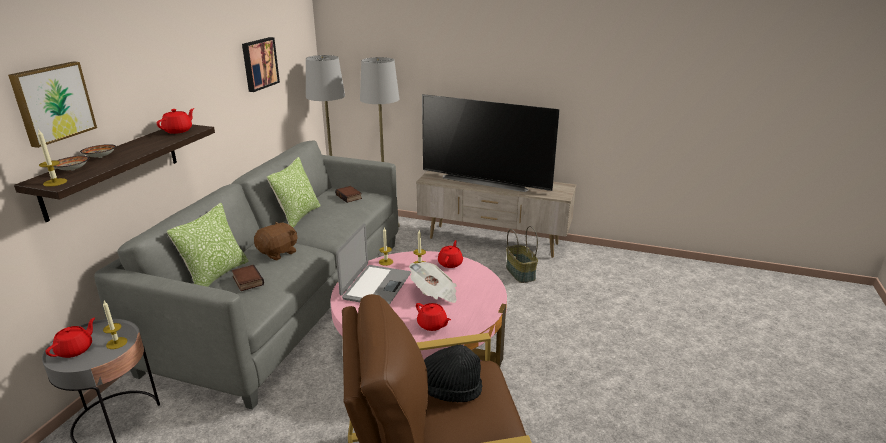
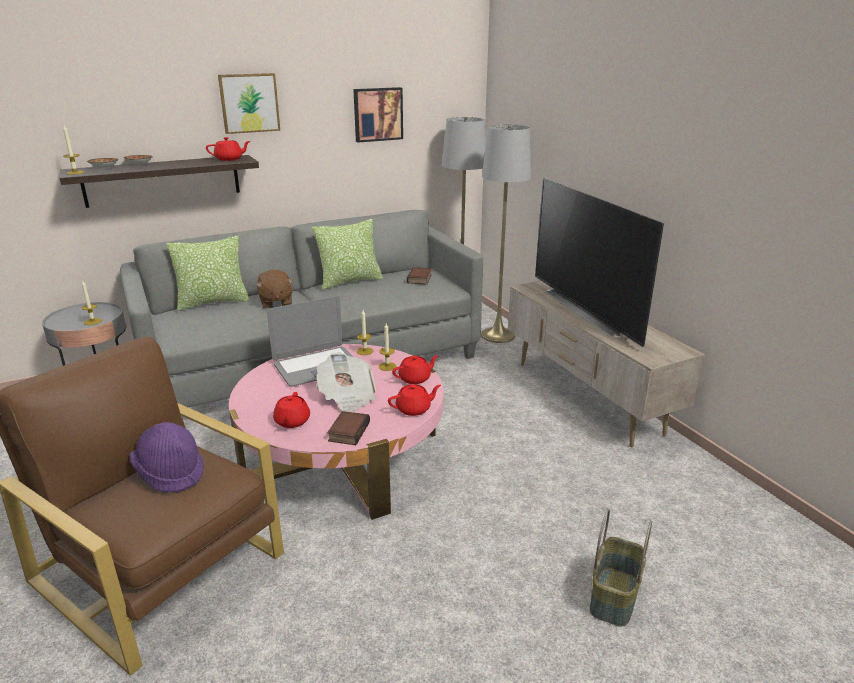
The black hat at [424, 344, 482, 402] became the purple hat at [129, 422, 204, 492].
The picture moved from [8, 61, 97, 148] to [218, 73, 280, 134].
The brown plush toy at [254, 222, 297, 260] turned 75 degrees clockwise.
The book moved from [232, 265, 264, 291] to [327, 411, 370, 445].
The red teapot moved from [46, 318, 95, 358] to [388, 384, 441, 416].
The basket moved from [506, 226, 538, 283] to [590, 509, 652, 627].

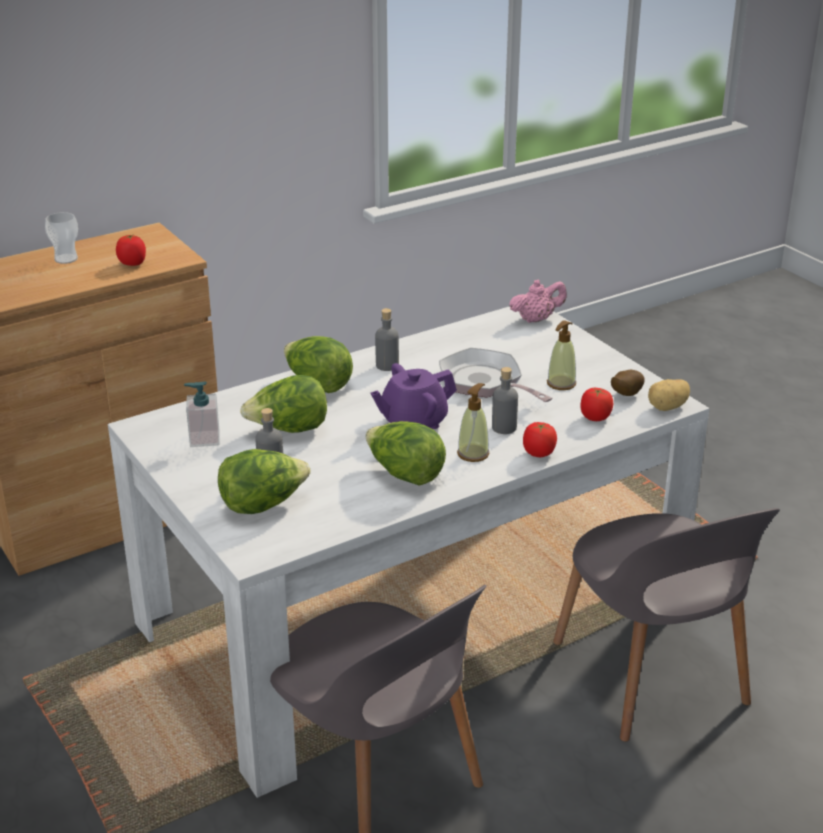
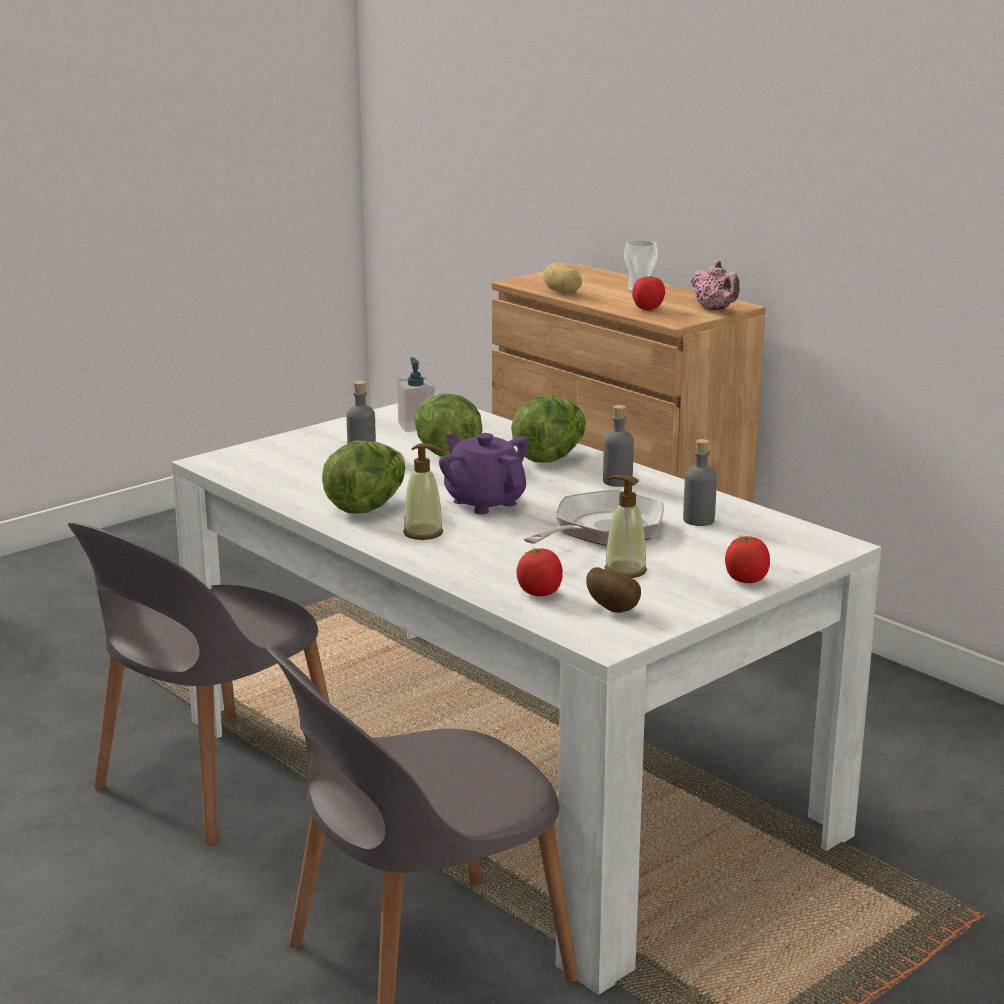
The potato moved from [648, 379, 690, 411] to [543, 262, 582, 293].
The grey bottle moved from [492, 367, 518, 434] to [683, 439, 717, 526].
The pink teapot moved from [509, 280, 567, 323] to [691, 260, 740, 310].
The tomato moved from [523, 422, 557, 457] to [725, 536, 770, 583].
The lettuce at [218, 449, 311, 514] disappeared.

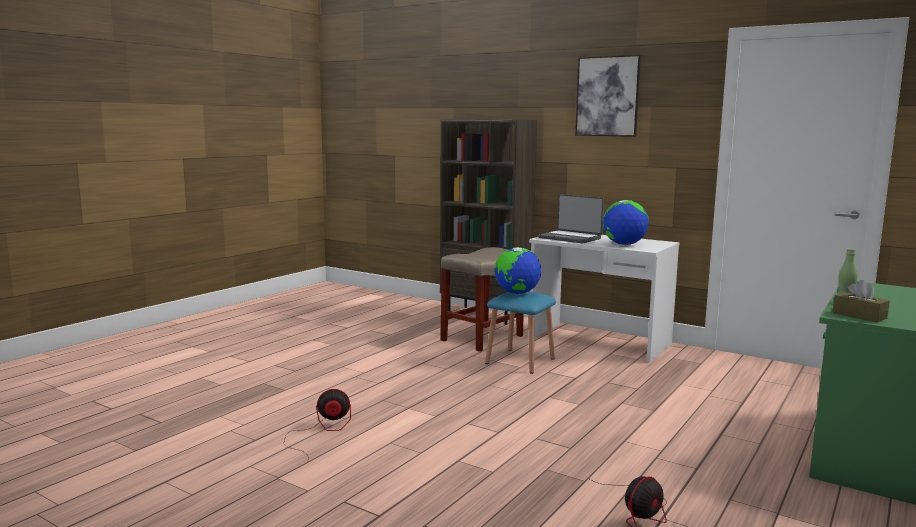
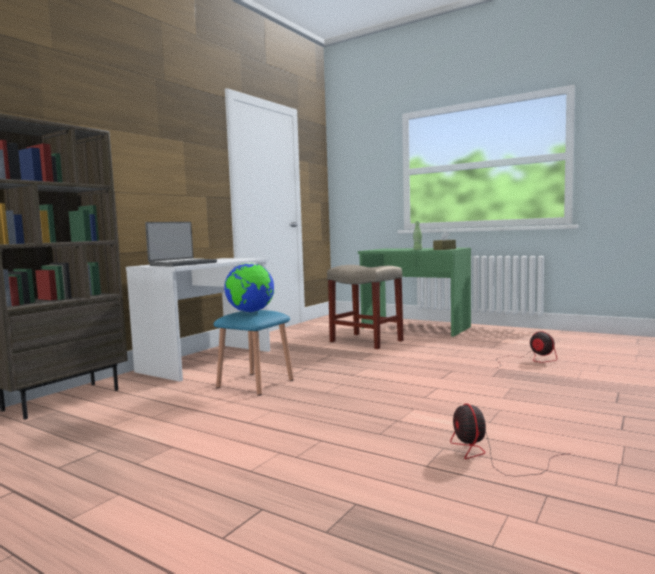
The beige stool moved from [440, 247, 523, 352] to [327, 265, 403, 349].
The picture at [575, 55, 641, 137] disappeared.
The globe at [603, 200, 649, 245] disappeared.

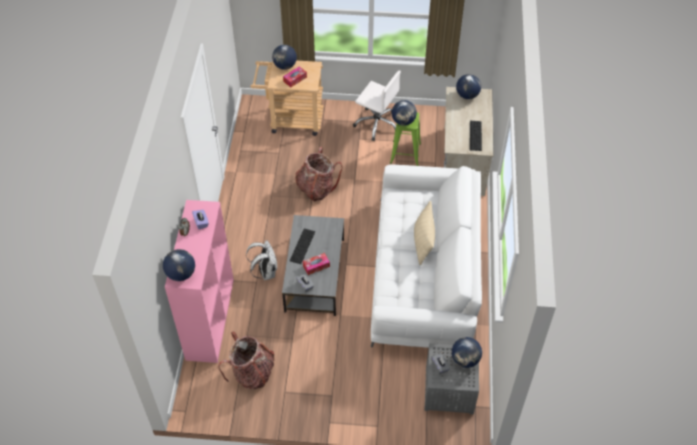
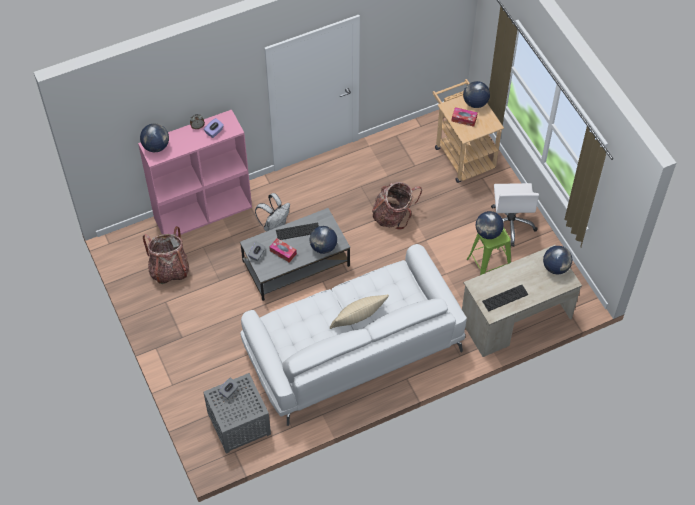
The globe moved from [452, 337, 482, 368] to [310, 226, 337, 254].

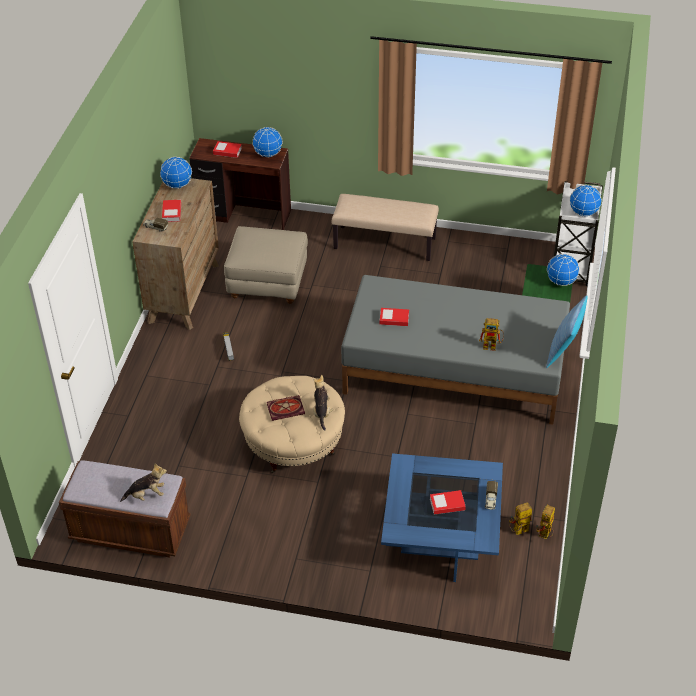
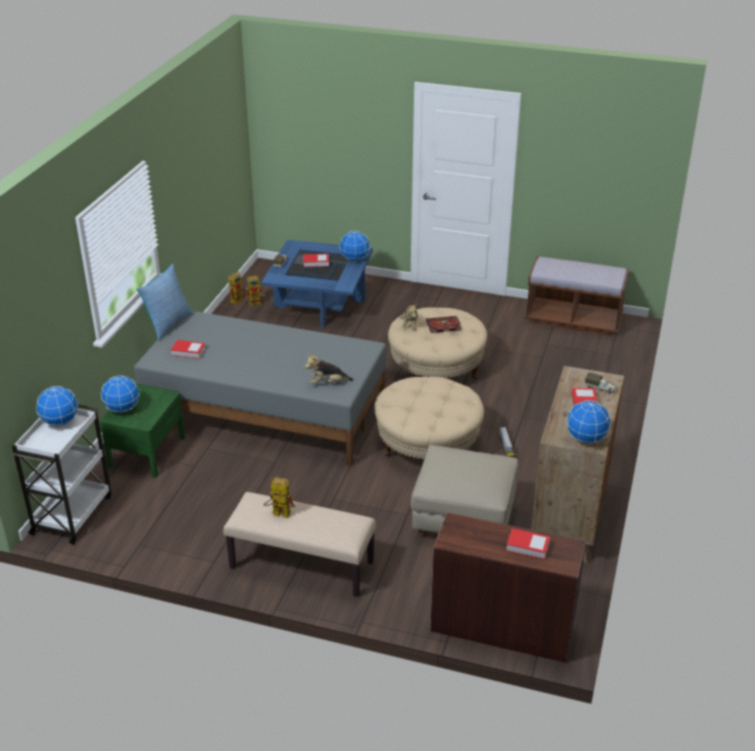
The book moved from [380, 308, 409, 326] to [171, 340, 206, 359].
The toy robot moved from [479, 318, 504, 351] to [263, 477, 295, 518].
The plush toy moved from [120, 463, 167, 502] to [305, 354, 353, 384].
The globe moved from [252, 127, 283, 157] to [340, 231, 370, 261].
The beige ottoman at [374, 377, 484, 459] appeared.

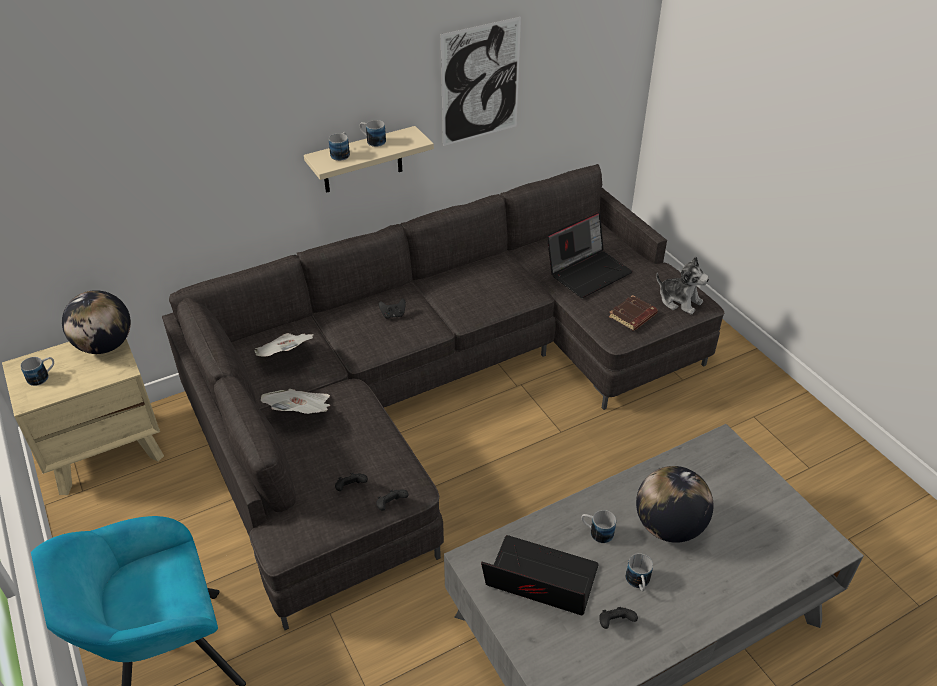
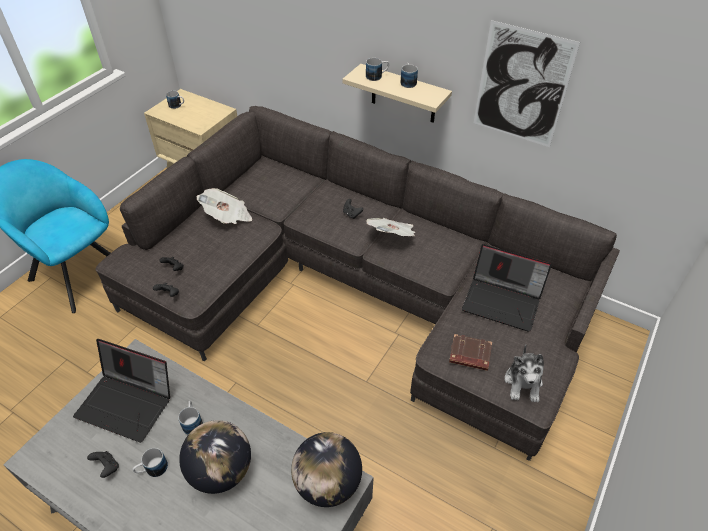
The laptop at [481, 535, 599, 616] turned 120 degrees clockwise.
The globe moved from [62, 290, 131, 354] to [291, 432, 362, 507].
The newspaper moved from [254, 333, 313, 357] to [366, 218, 416, 236].

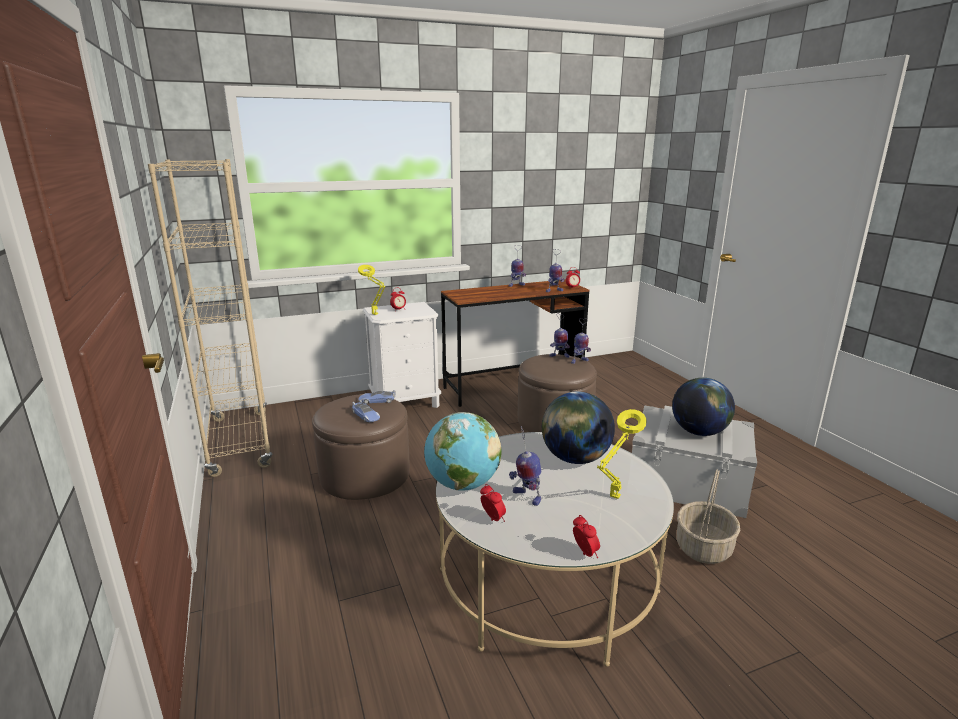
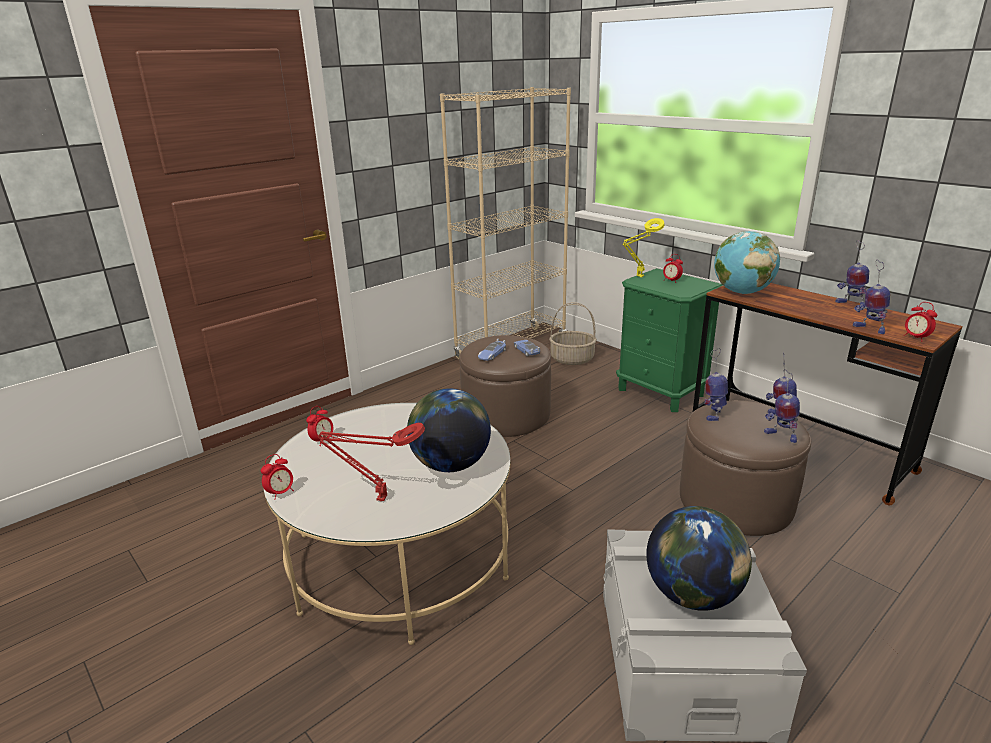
The yellow table lamp at [597, 409, 646, 499] became the red table lamp at [318, 423, 425, 501].
The basket moved from [677, 469, 740, 564] to [549, 302, 597, 365].
The white nightstand at [363, 302, 441, 408] became the green nightstand at [616, 268, 723, 412].
The toy robot moved from [509, 426, 541, 506] to [704, 348, 728, 421].
The globe moved from [424, 412, 502, 490] to [714, 231, 780, 294].

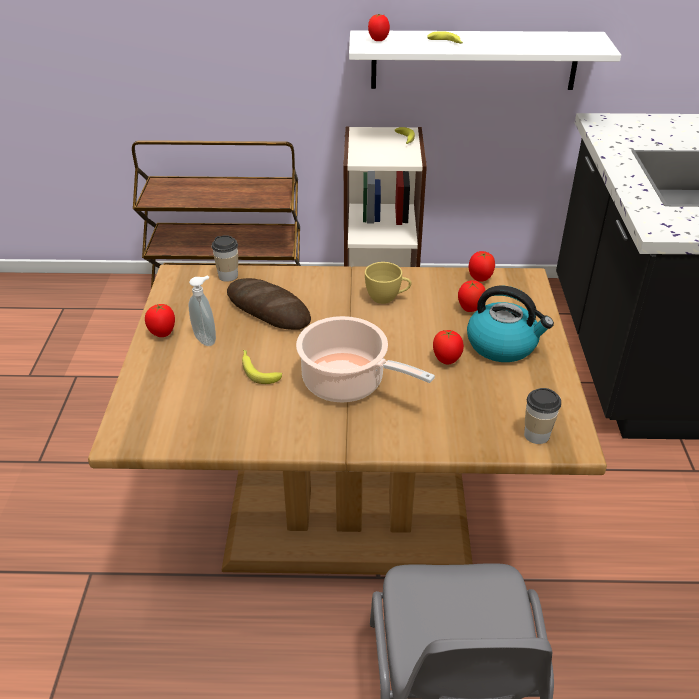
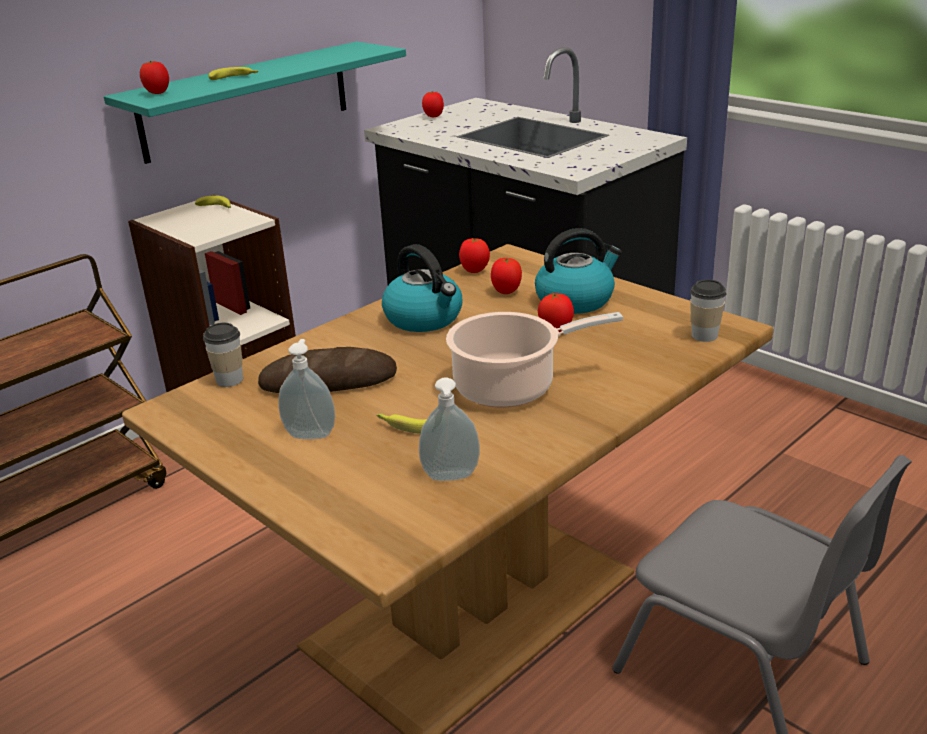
The white shelf at [349, 30, 621, 90] became the turquoise shelf at [104, 41, 406, 164].
The yellow cup at [365, 262, 412, 304] was replaced by the kettle at [382, 244, 462, 332].
The soap dispenser at [419, 377, 480, 481] appeared.
The tomato moved from [145, 304, 175, 337] to [422, 91, 444, 117].

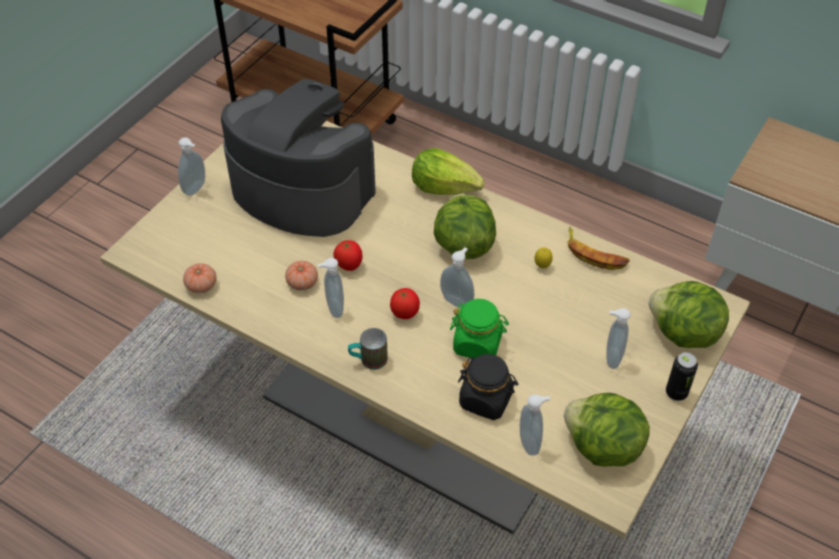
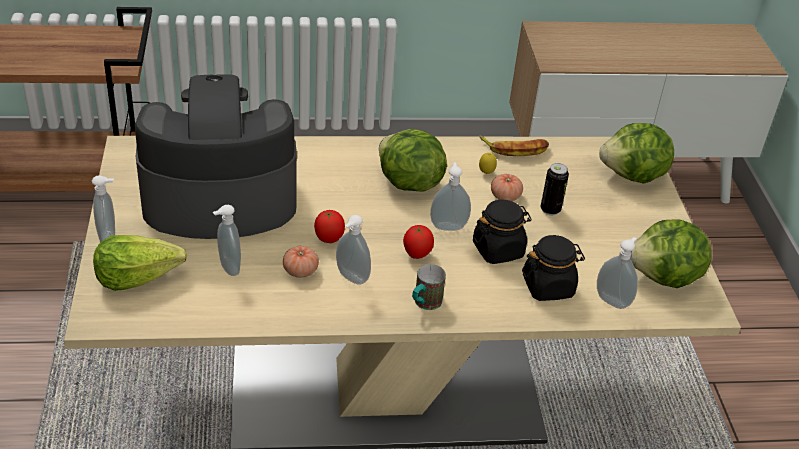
The lettuce moved from [412, 148, 485, 195] to [93, 235, 187, 291].
The soap dispenser moved from [606, 308, 631, 369] to [213, 205, 241, 276].
The green jar at [450, 299, 509, 359] became the black jar at [473, 199, 532, 264].
The tomato moved from [183, 263, 216, 293] to [491, 174, 523, 201].
The can moved from [666, 352, 698, 401] to [541, 163, 569, 215].

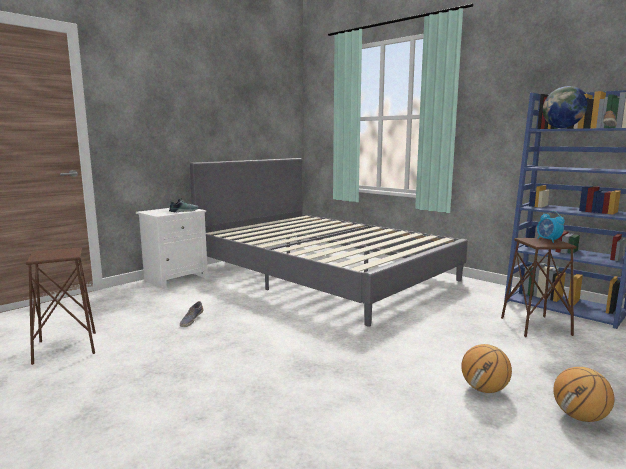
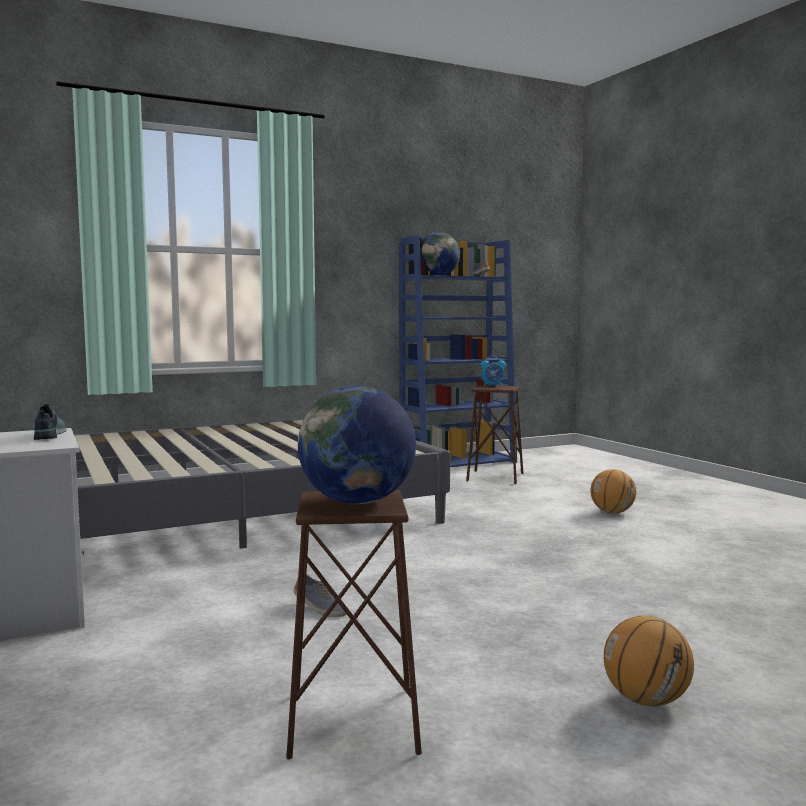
The globe at [298, 386, 416, 504] appeared.
The basketball moved from [553, 367, 615, 422] to [604, 616, 694, 706].

